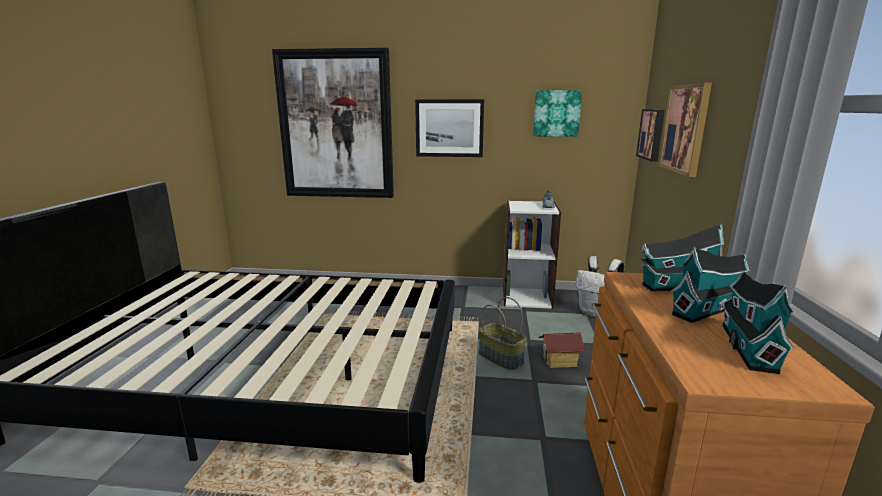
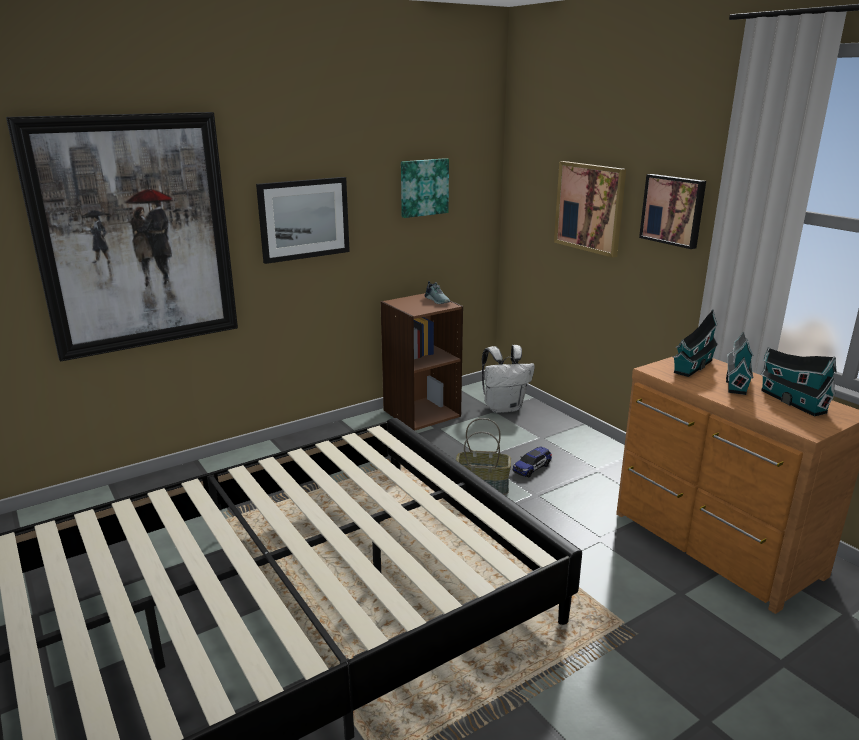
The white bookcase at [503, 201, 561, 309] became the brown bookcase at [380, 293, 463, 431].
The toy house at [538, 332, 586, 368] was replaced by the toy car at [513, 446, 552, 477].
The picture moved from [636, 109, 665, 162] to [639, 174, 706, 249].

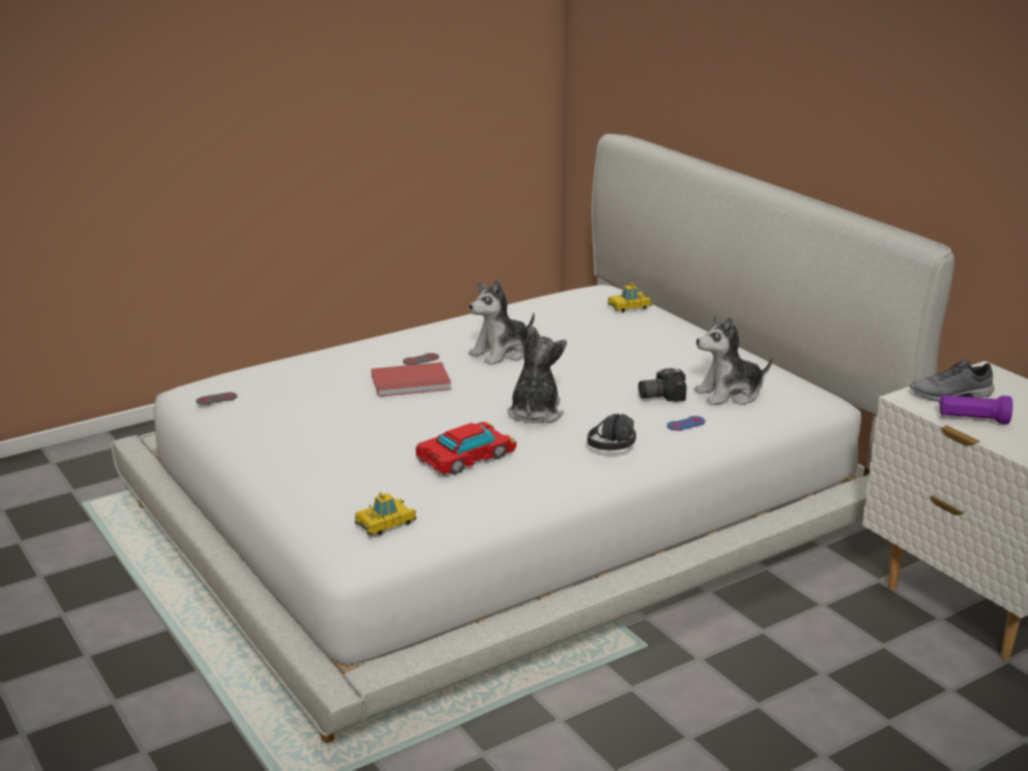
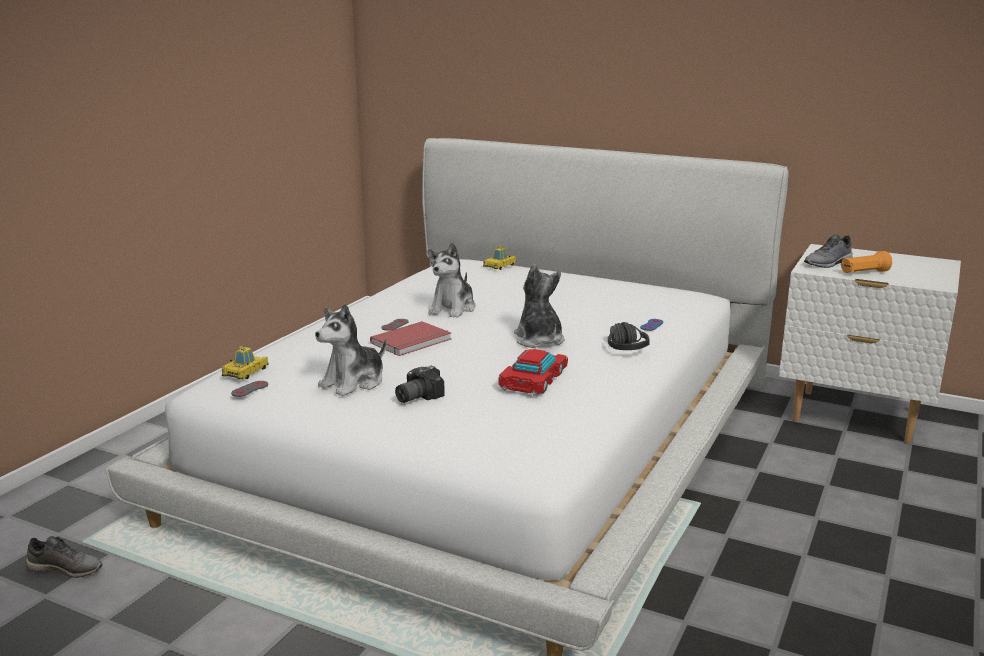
The grey shoe at [26, 536, 102, 578] appeared.
The toy car moved from [355, 492, 416, 535] to [222, 346, 269, 380].
The plush toy moved from [694, 316, 773, 405] to [315, 304, 386, 396].
The photo camera moved from [638, 368, 687, 402] to [395, 365, 445, 403].
The purple flashlight at [939, 395, 1013, 424] became the orange flashlight at [841, 251, 892, 273].

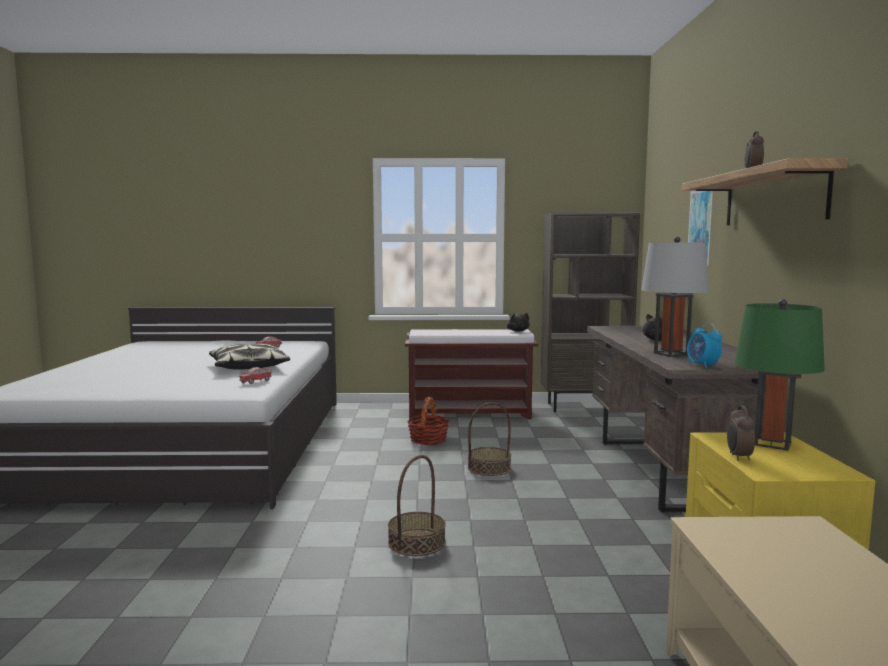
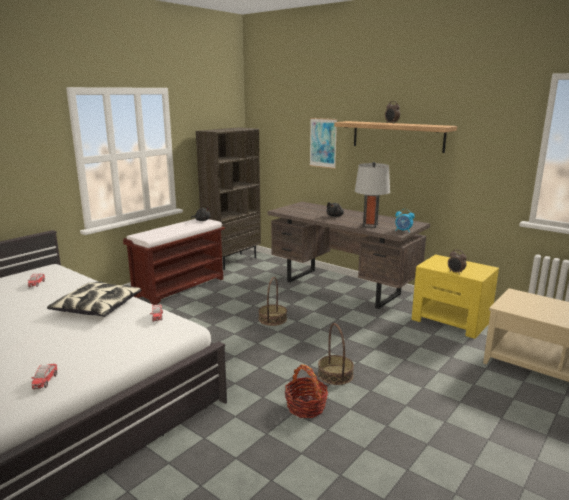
The toy car at [31, 364, 57, 389] appeared.
The basket moved from [407, 397, 449, 445] to [285, 364, 328, 418].
The green table lamp at [735, 299, 825, 451] disappeared.

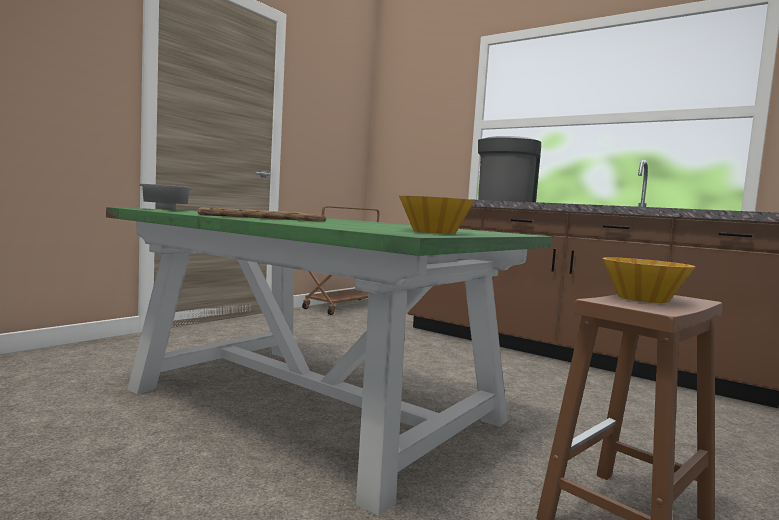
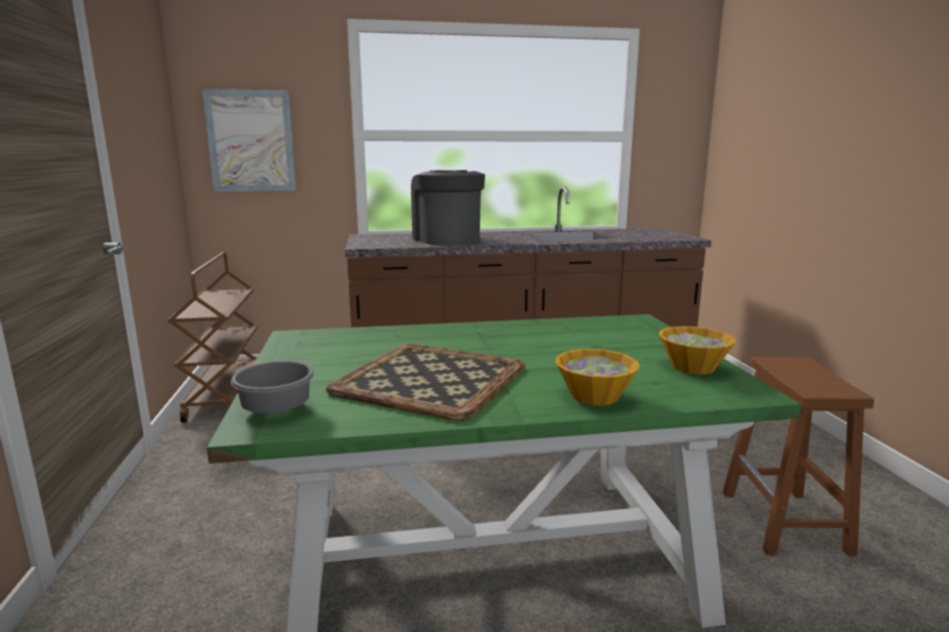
The picture at [202, 89, 296, 191] appeared.
The bowl moved from [603, 257, 695, 303] to [556, 349, 640, 406].

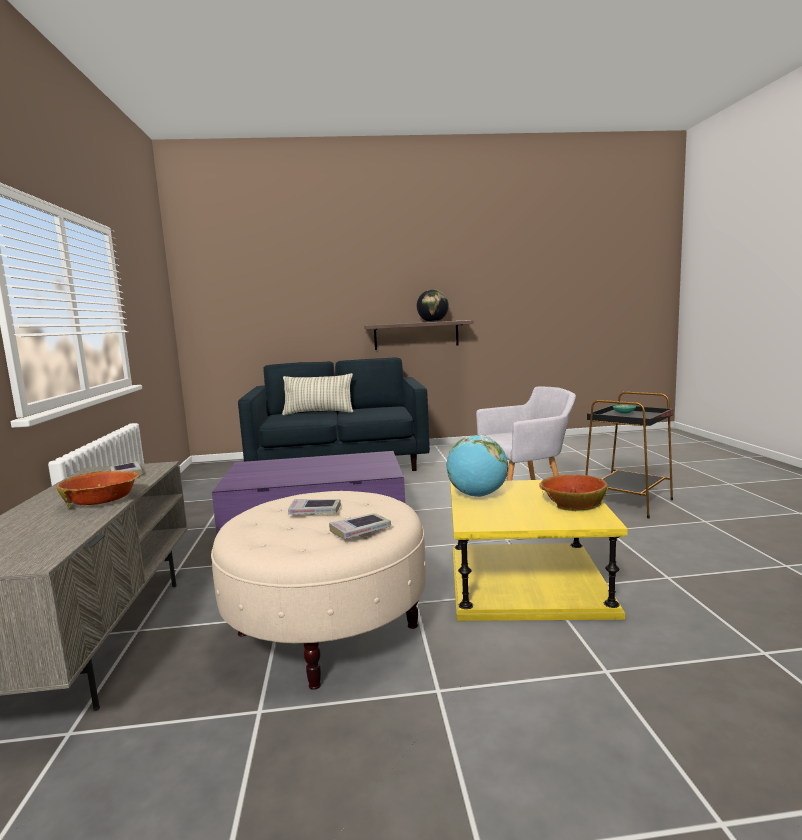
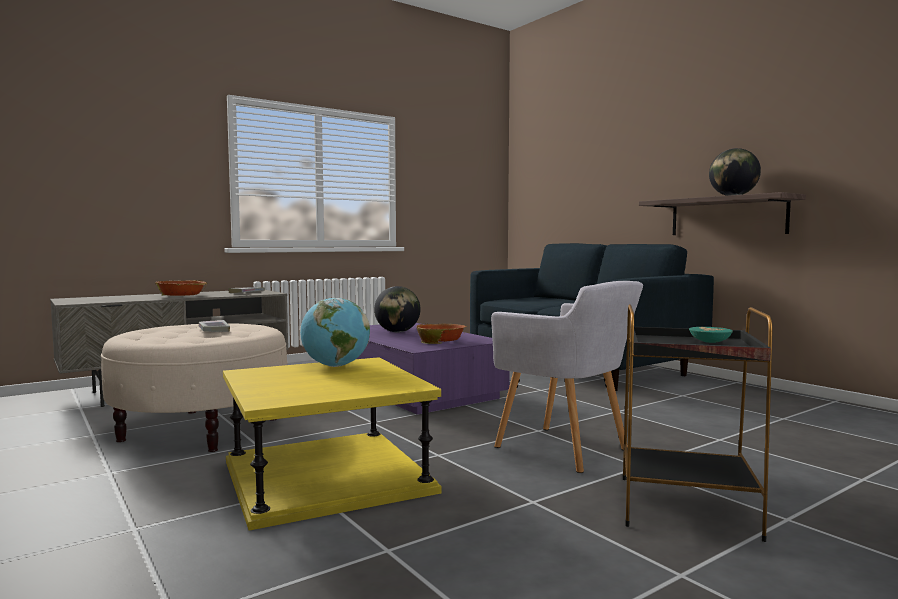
The globe at [374, 286, 421, 332] appeared.
The bowl moved from [539, 475, 608, 511] to [416, 323, 467, 344].
The pillow at [282, 373, 354, 415] disappeared.
The book at [329, 513, 391, 539] disappeared.

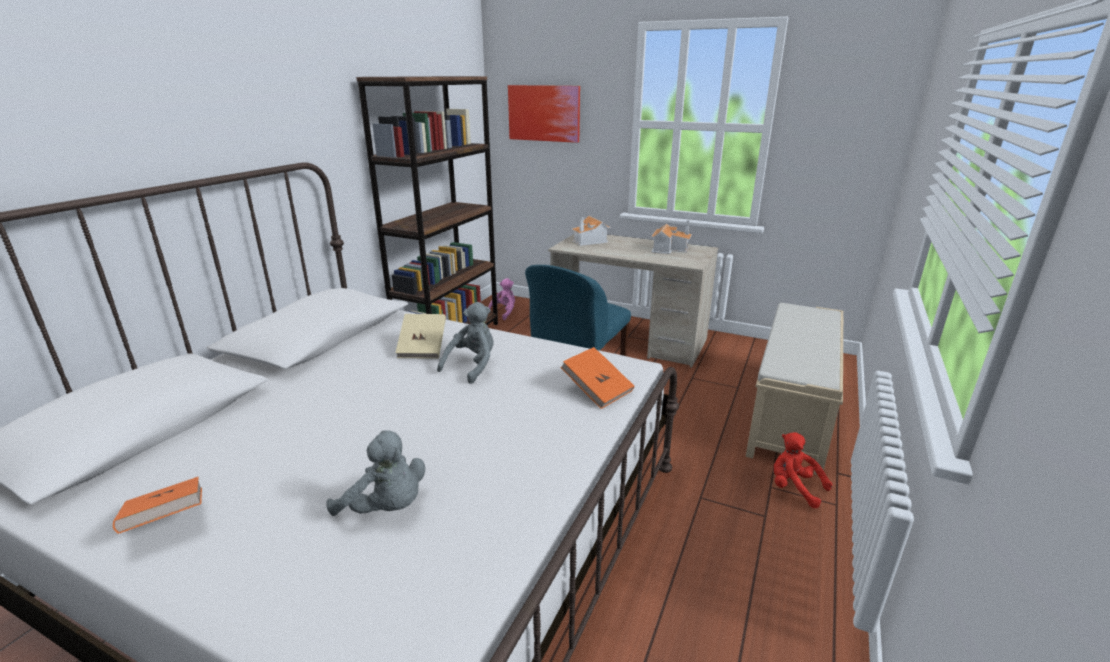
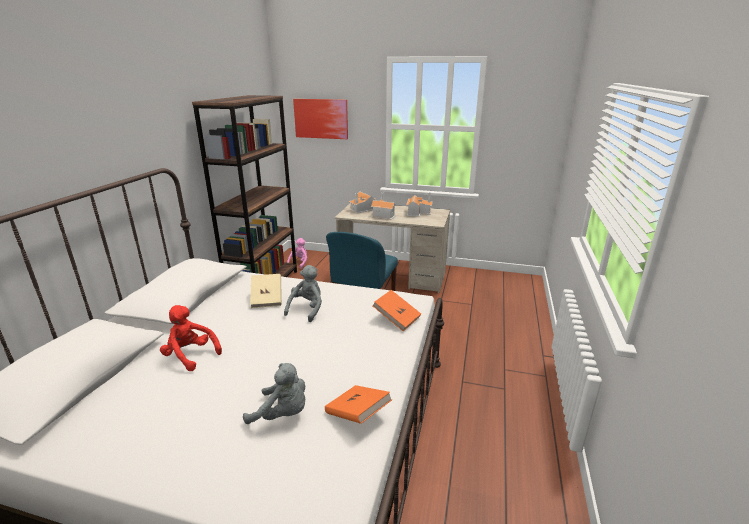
The red plush toy moved from [774, 432, 832, 508] to [160, 305, 222, 371].
The orange book moved from [113, 477, 202, 534] to [325, 385, 392, 424].
The toy house at [371, 192, 396, 220] appeared.
The beige bench at [746, 303, 843, 475] disappeared.

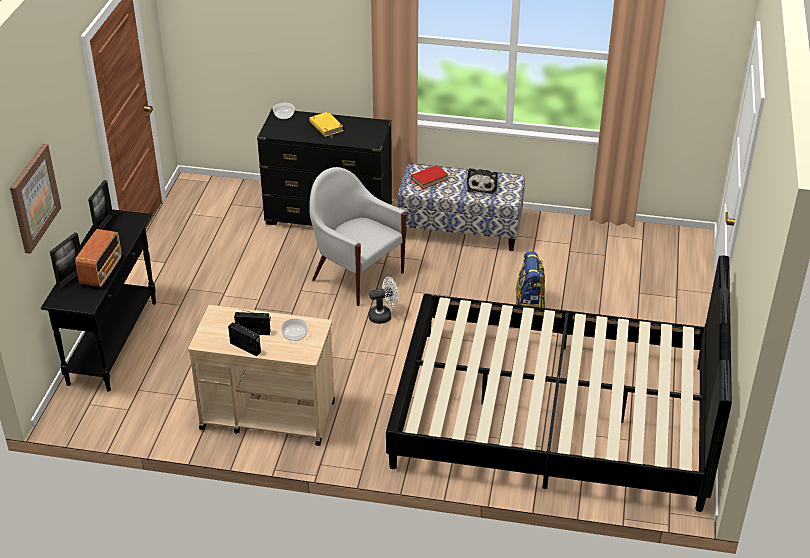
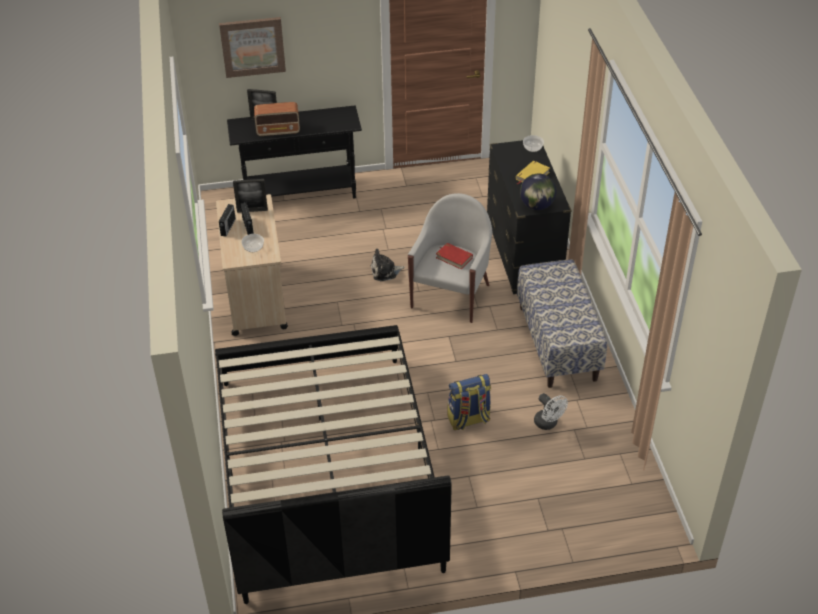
The picture frame moved from [88, 180, 113, 232] to [233, 179, 268, 213].
The plush toy moved from [467, 168, 498, 194] to [370, 248, 405, 281].
The red book moved from [409, 165, 449, 189] to [436, 243, 473, 269].
The globe at [520, 174, 556, 210] appeared.
The white fan moved from [368, 277, 399, 324] to [534, 393, 568, 430].

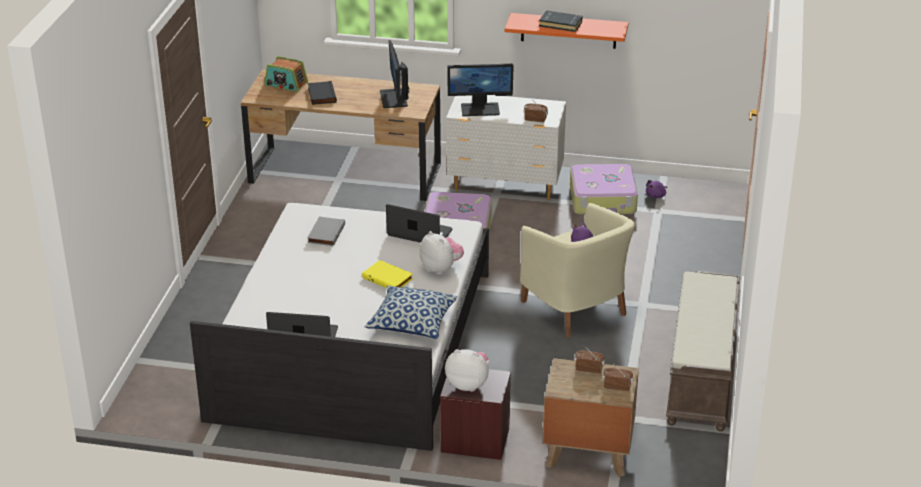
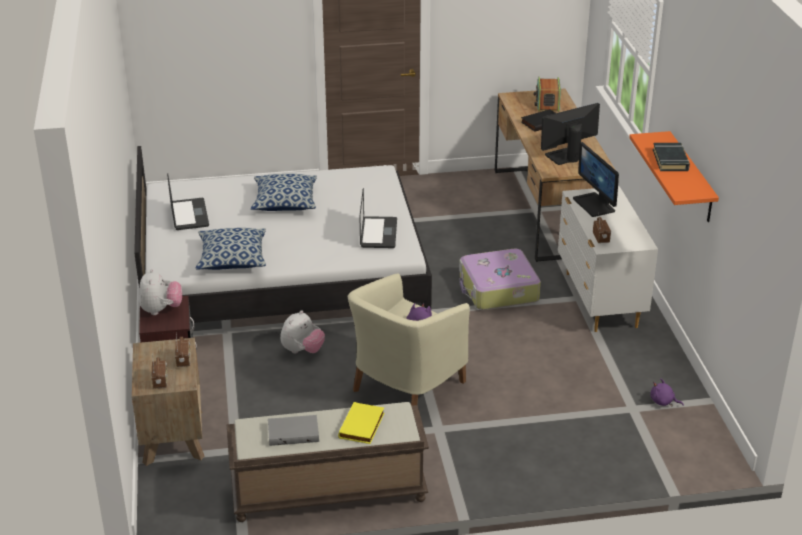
The pillow at [250, 174, 317, 211] appeared.
The grey book moved from [307, 217, 345, 246] to [268, 415, 319, 446].
The plush toy moved from [420, 231, 464, 275] to [281, 310, 325, 353].
The yellow book moved from [362, 260, 413, 288] to [338, 402, 384, 444].
The suitcase at [570, 164, 638, 215] disappeared.

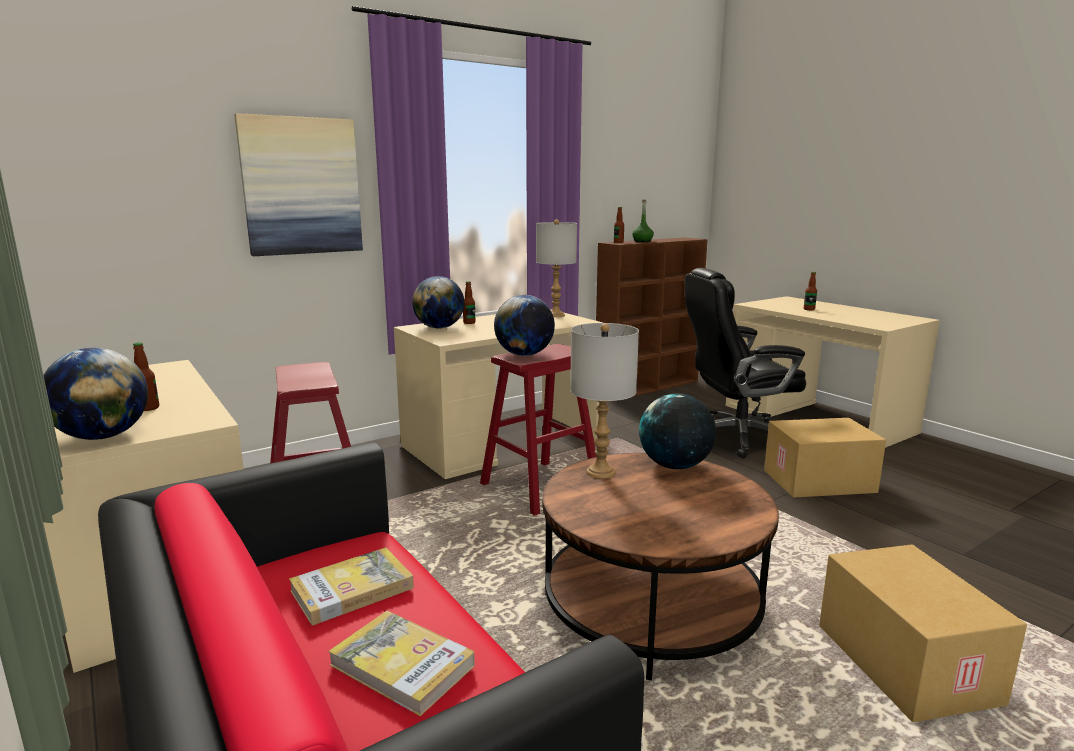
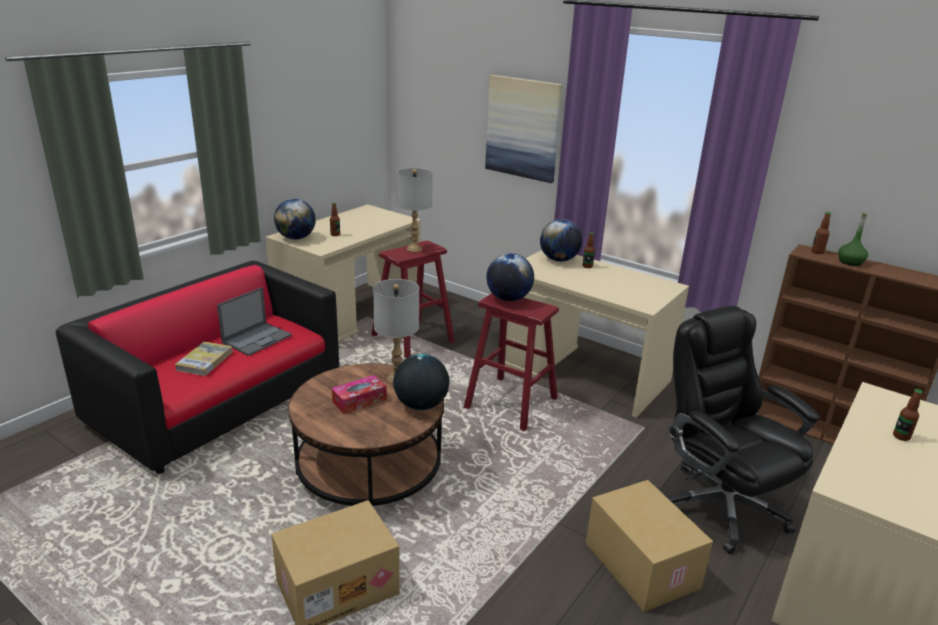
The book at [289, 547, 414, 626] was replaced by the laptop at [217, 287, 292, 356].
The tissue box at [332, 375, 387, 414] appeared.
The grey table lamp moved from [536, 219, 577, 317] to [397, 168, 433, 252].

